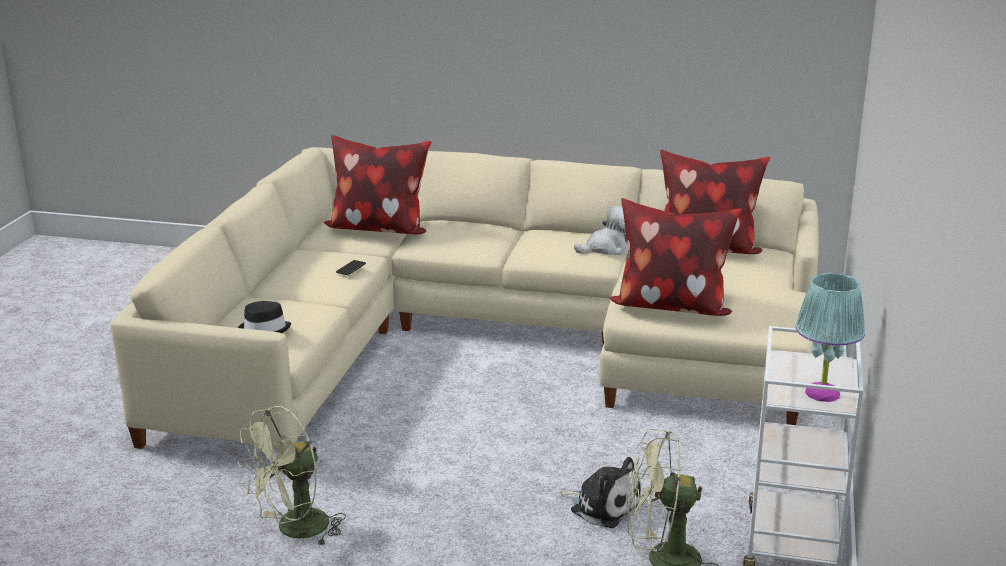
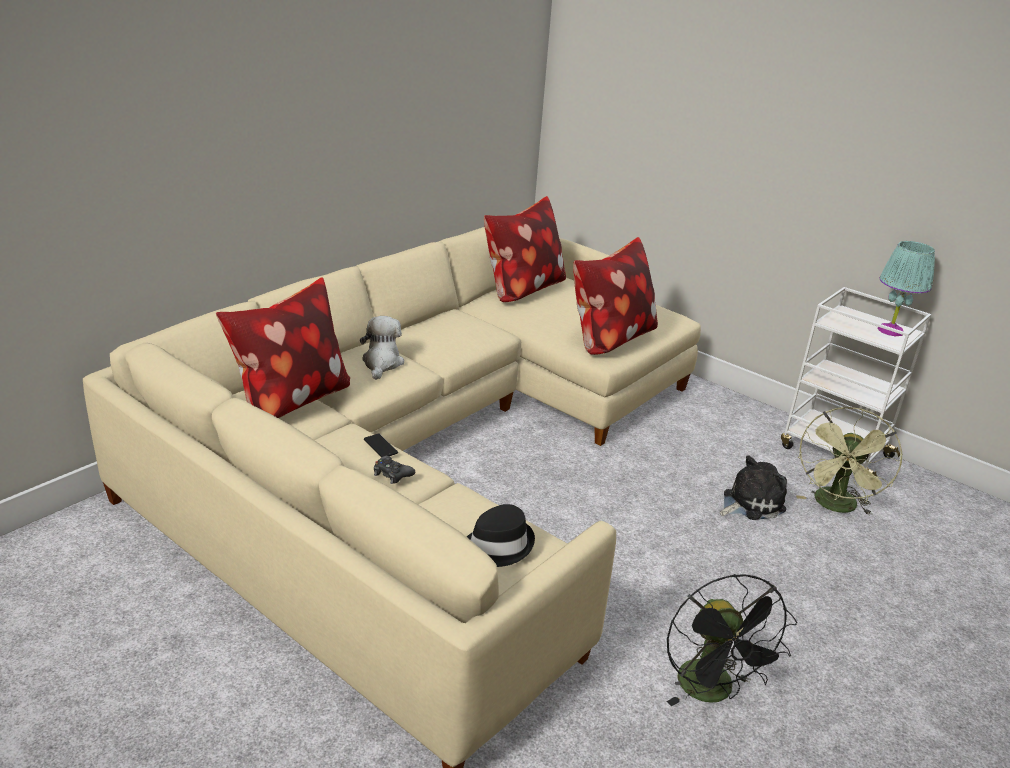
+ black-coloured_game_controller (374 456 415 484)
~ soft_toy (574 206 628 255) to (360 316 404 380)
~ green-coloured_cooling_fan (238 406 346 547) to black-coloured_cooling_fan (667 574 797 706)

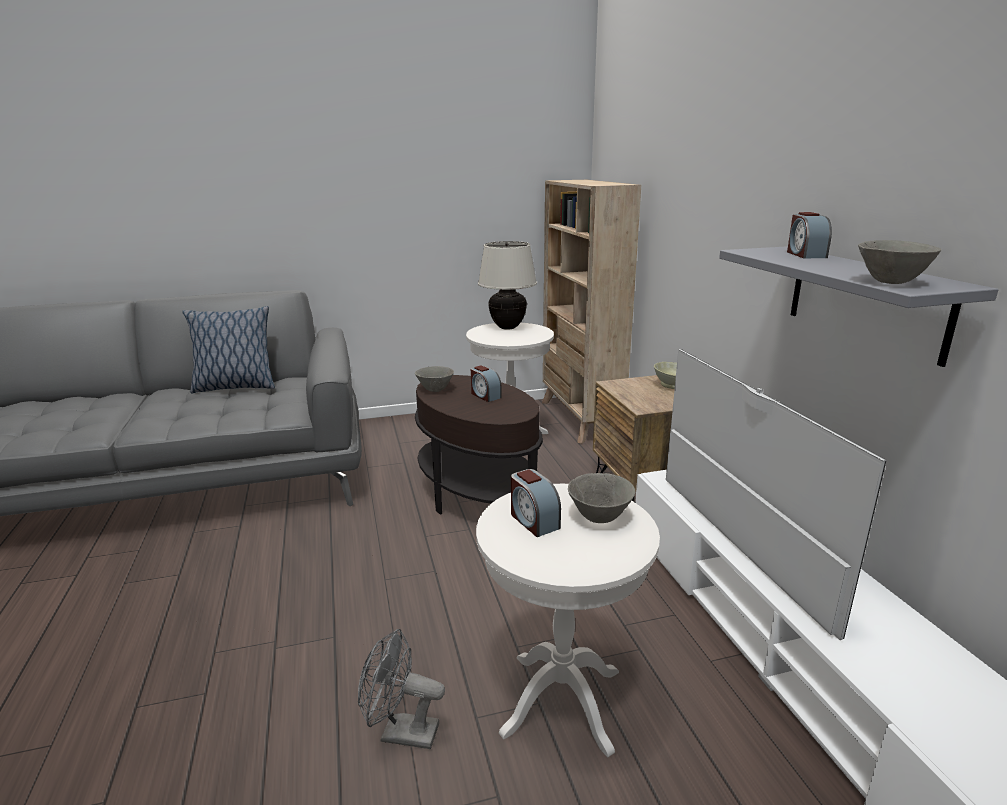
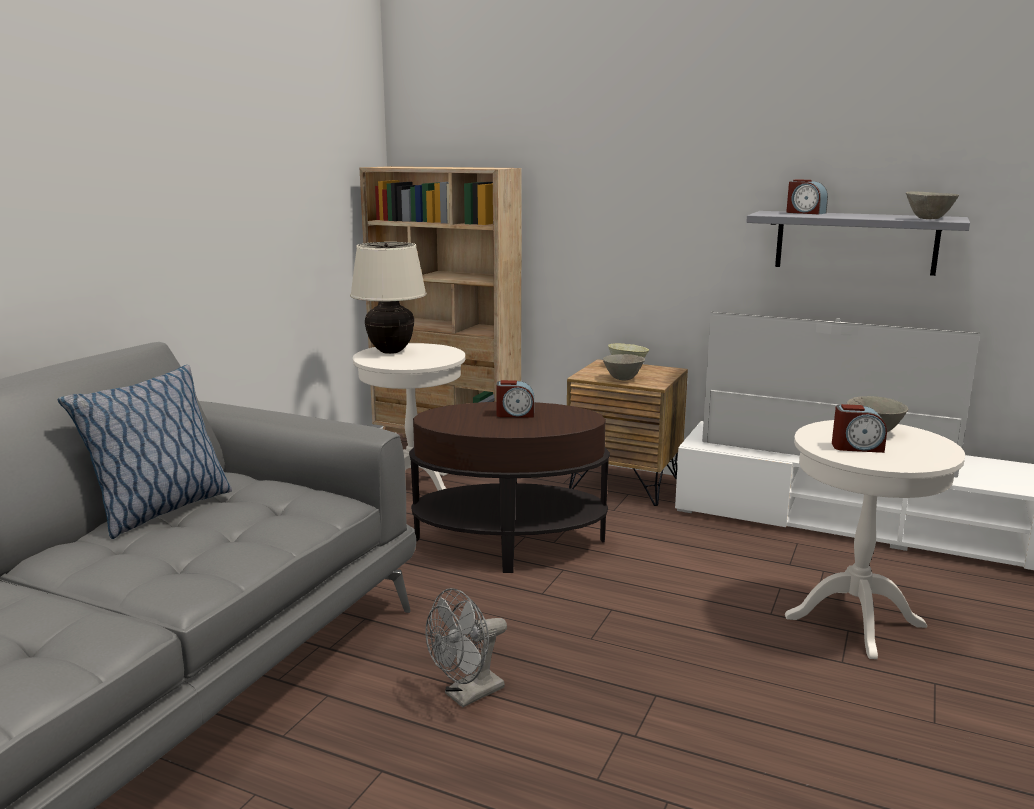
~ gray_cooling_fan (358 629 445 749) to (425 588 507 708)
~ gray_serving_bowl (415 366 454 392) to (603 354 645 380)

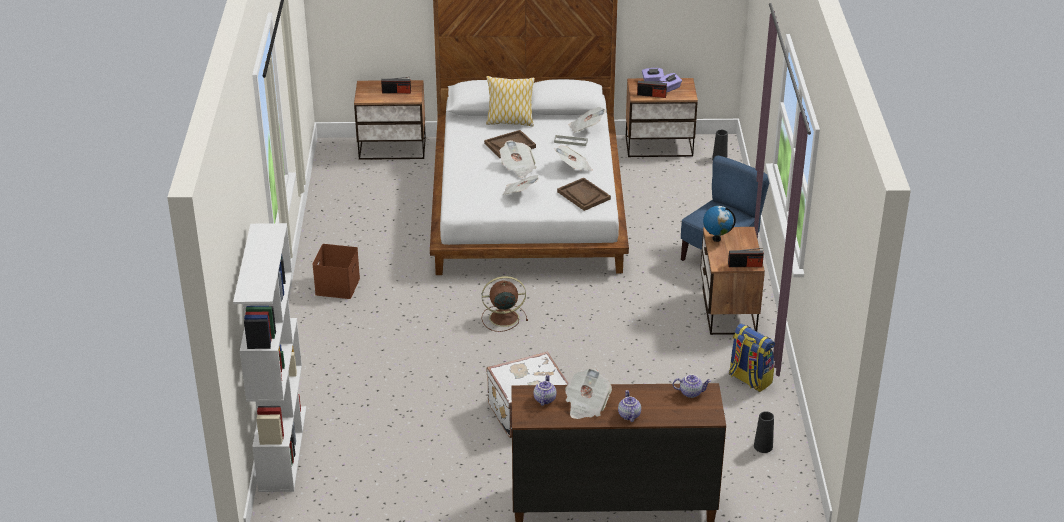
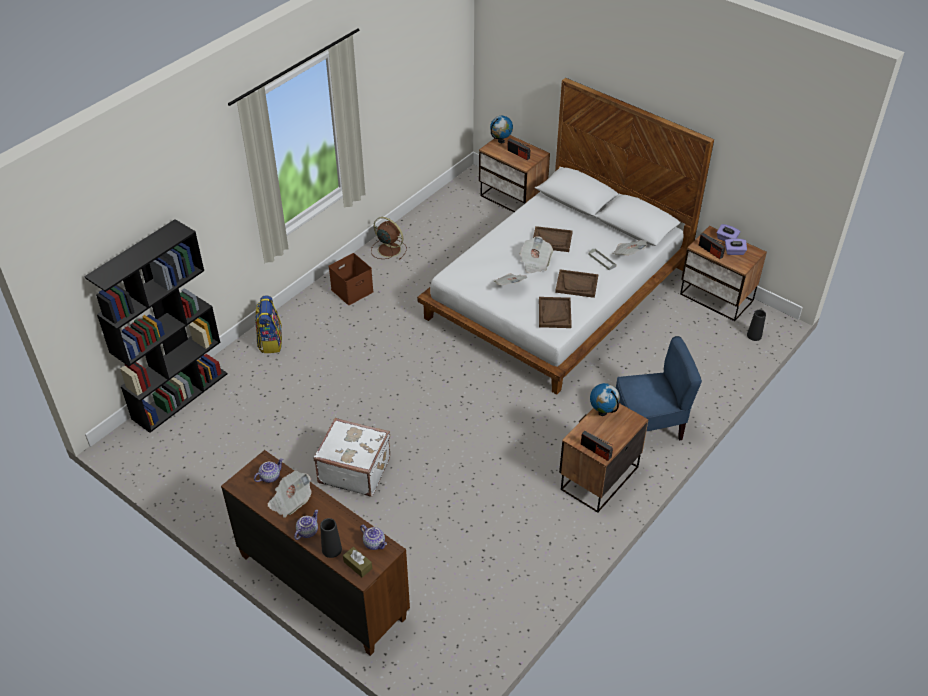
- pillow (486 76 535 127)
+ brown-coloured_tissue_box (343 547 372 577)
+ desk_globe (490 116 513 143)
~ brown-coloured_cooling_fan (482 276 528 332) to (371 217 407 260)
~ backpack (729 323 775 392) to (255 295 282 353)
~ black-coloured_flower_vase (754 411 774 453) to (320 518 342 558)
~ daily_paper (555 146 593 171) to brown-coloured_tray (555 269 598 298)
~ whitish_bookshelf (233 223 306 492) to black-coloured_bookshelf (84 219 227 433)

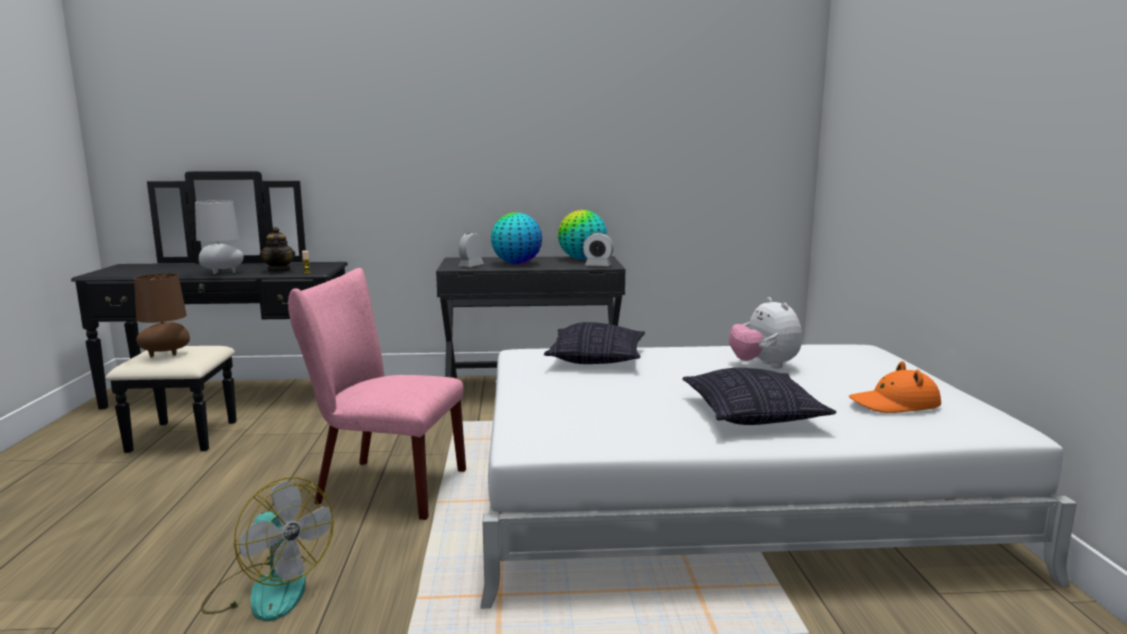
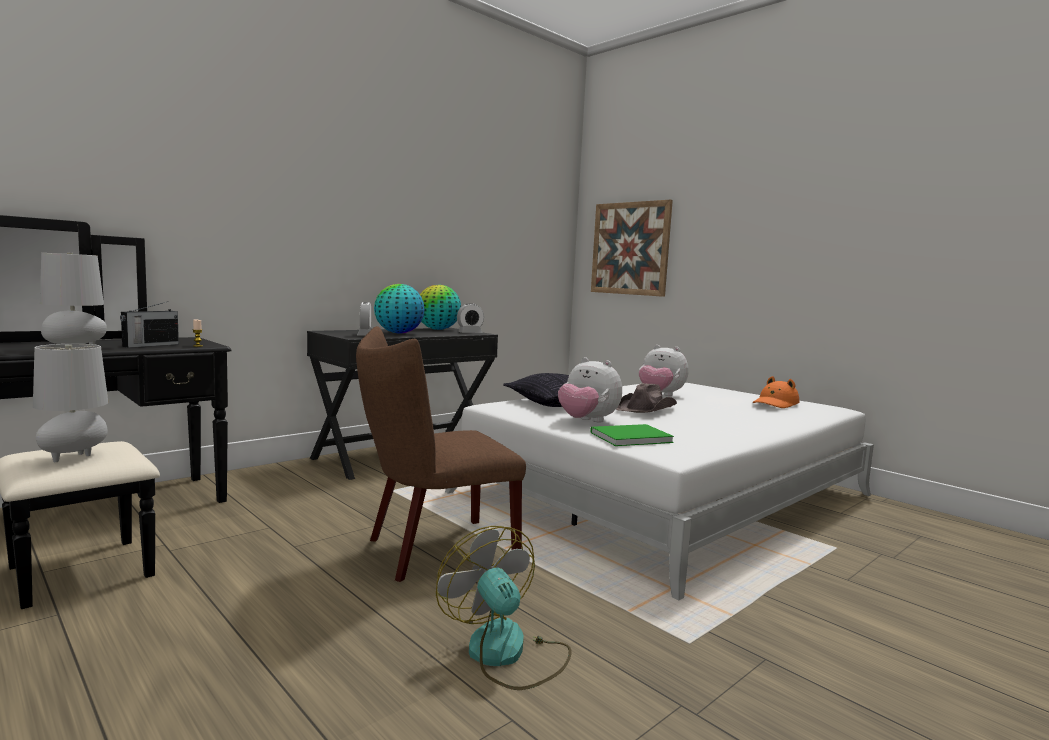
- pillow (682 368 836 425)
+ soft_toy (558 357 622 422)
+ green-coloured_volume (590 424 674 446)
+ wall_art (591 200 673 297)
+ brown-coloured_hat (616 383 677 413)
~ pot_for_tea (260 227 295 272) to radio_set (120 302 179 348)
~ brown-coloured_lamp_for_a_table (134 273 190 357) to gray_lamp_for_a_table (33 344 108 462)
~ pink-coloured_chair (288 268 466 520) to brown-coloured_chair (356 326 526 582)
~ cooling_fan (201 477 334 621) = (436 526 572 690) 120 degrees counterclockwise

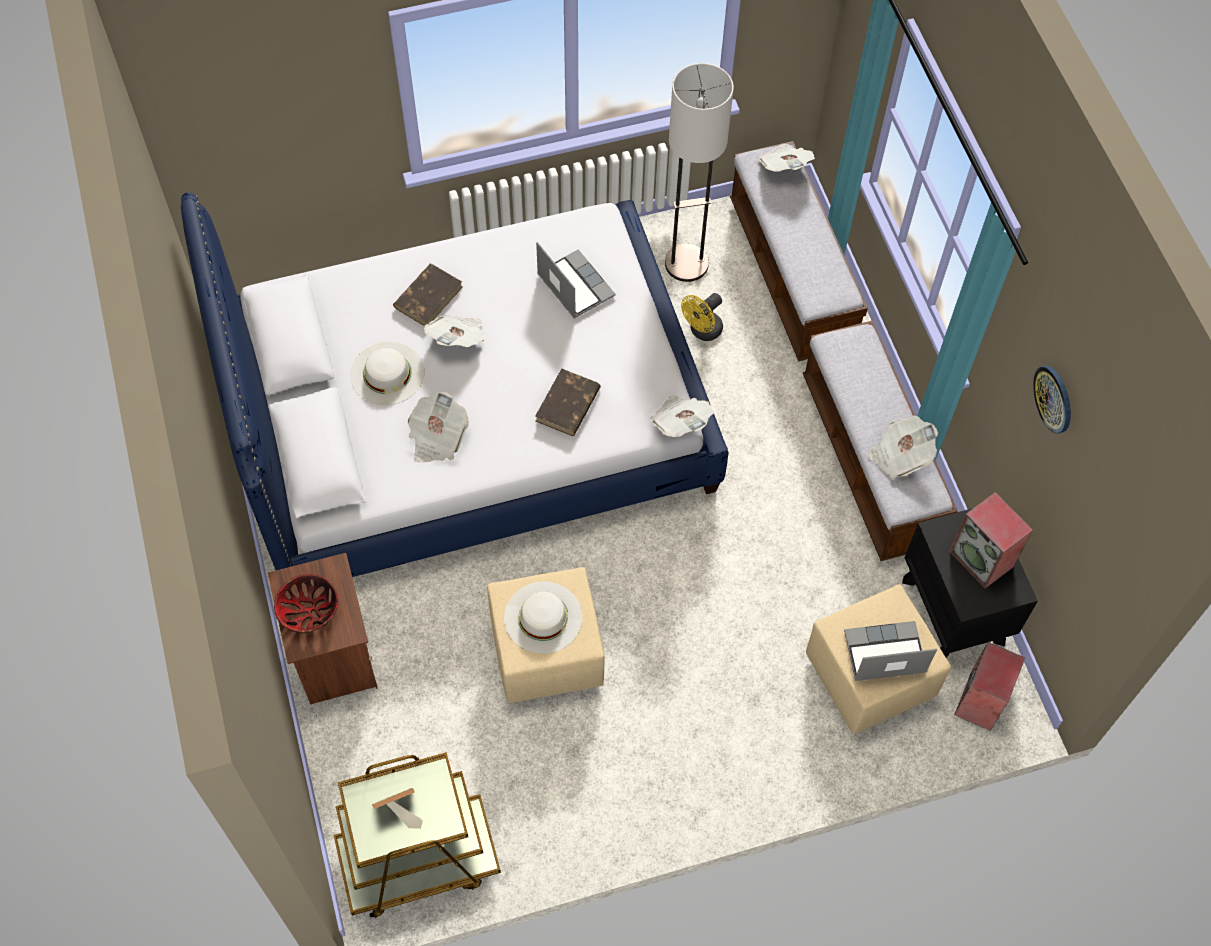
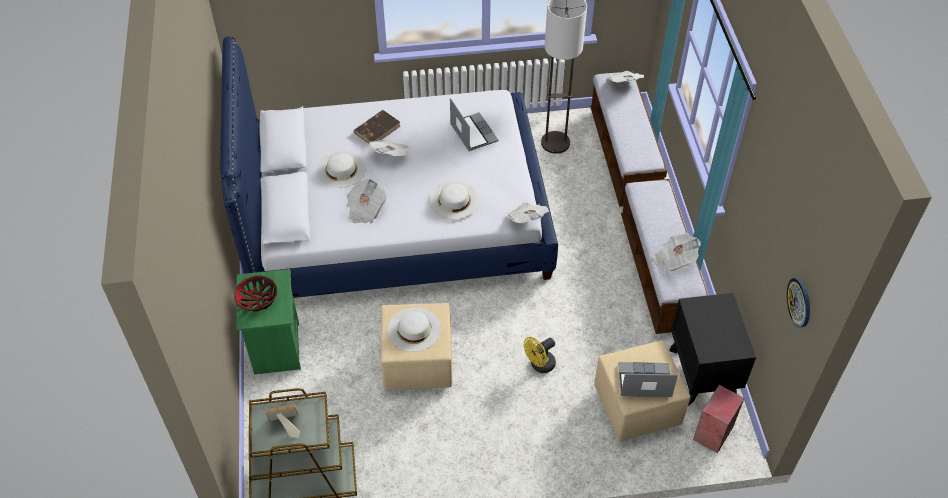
- loudspeaker (949 492 1033 589)
~ yellow_cooling_fan (681 293 723 341) to (524 337 556 373)
~ clock_on_the_wall (1033 366 1071 434) to (787 278 810 328)
~ brown-coloured_volume (535 369 601 436) to whitish_hat (429 182 479 220)
~ brown-coloured_nightstand (268 553 378 704) to green-coloured_nightstand (237 269 301 375)

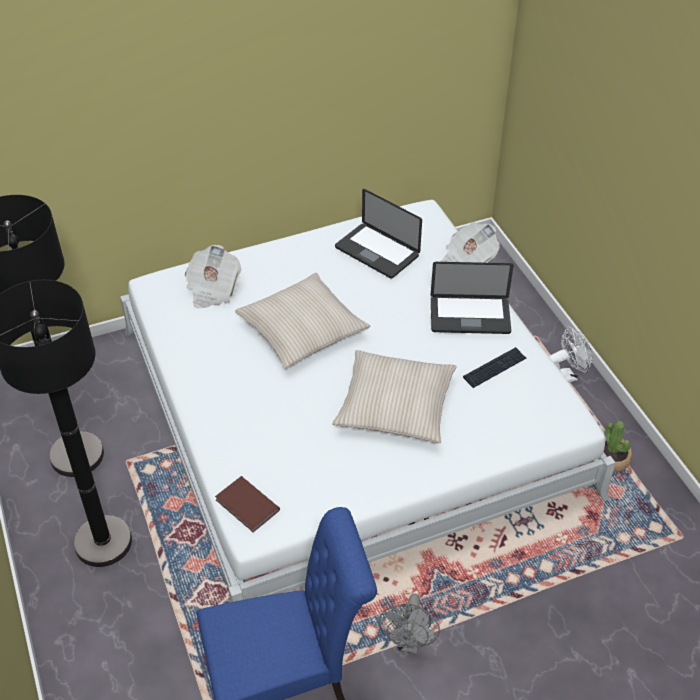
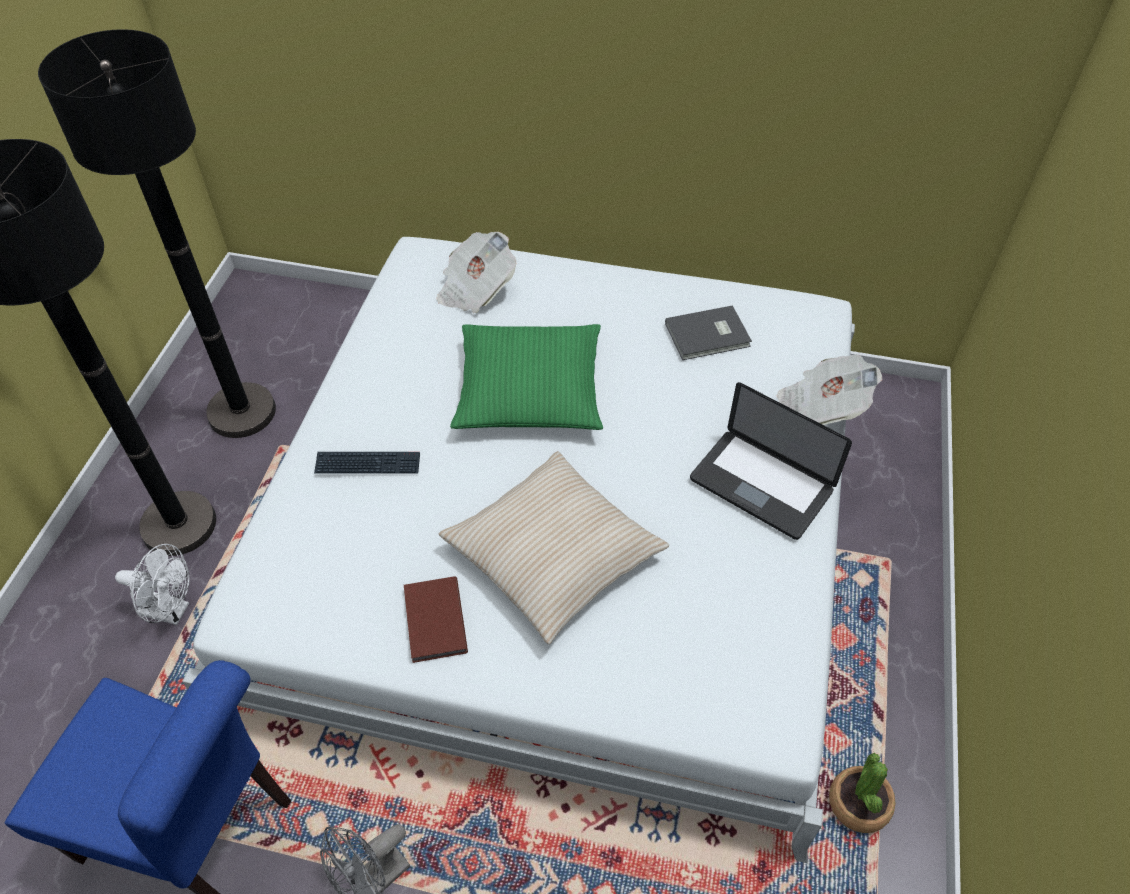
~ brown-coloured_volume (215 476 280 532) to (404 576 468 663)
~ keyboard (463 347 526 388) to (314 452 420 474)
~ whitish_cooling_fan (549 326 593 382) to (115 544 190 625)
~ portable_computer (335 189 422 279) to gray_volume (665 305 752 360)
~ beige_pillow (235 273 370 368) to green-coloured_pillow (450 324 603 430)

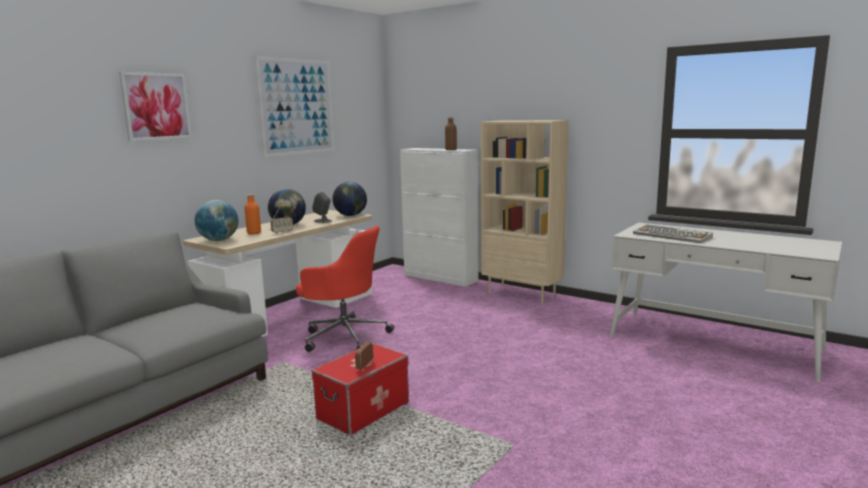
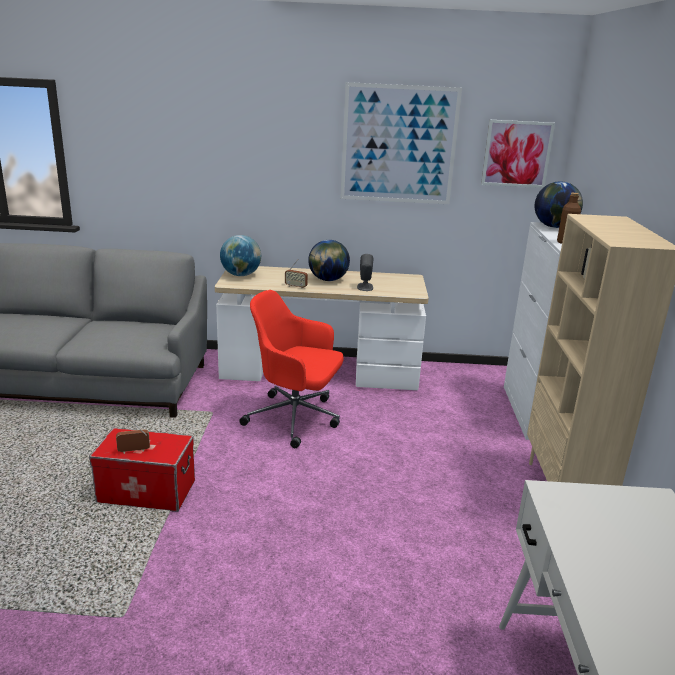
- orange-coloured_drink_bottle (244 194 261 234)
- keyboard (633 225 713 243)
~ wall_art (119 72 192 141) to (481 120 555 188)
~ desk_globe (332 182 367 216) to (535 181 583 228)
~ red-coloured_desk_chair (296 226 394 352) = (239 290 344 448) 120 degrees clockwise

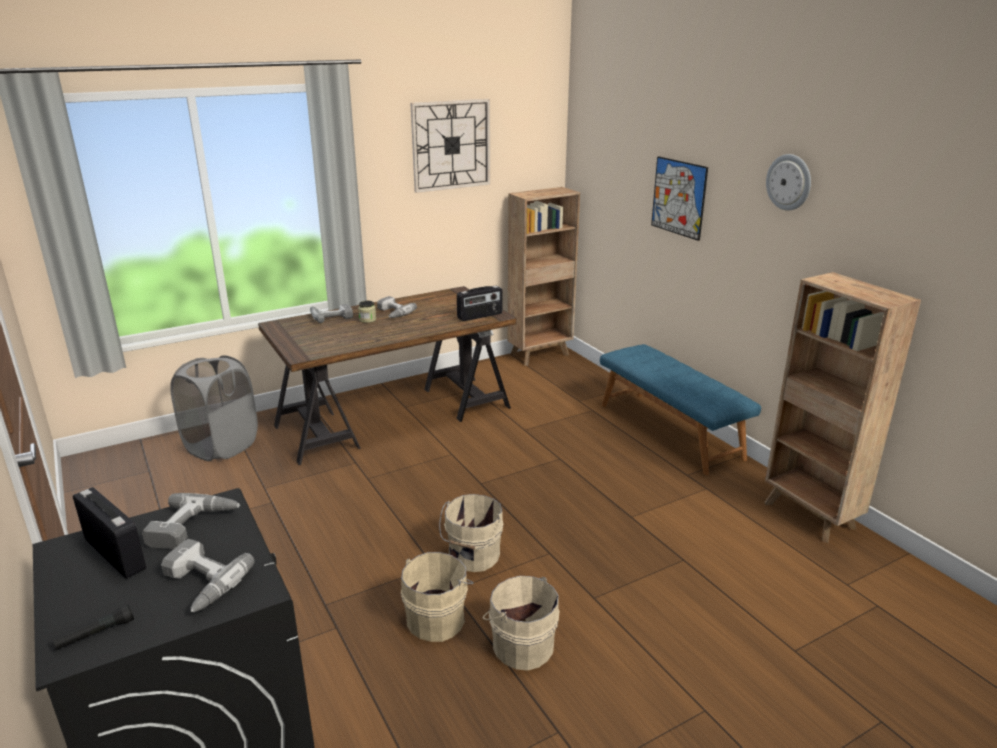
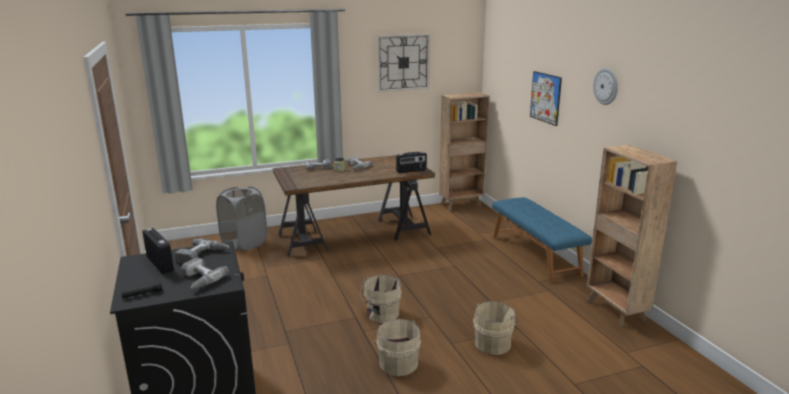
~ beige_bucket (401 552 474 642) to (474 301 519 355)

